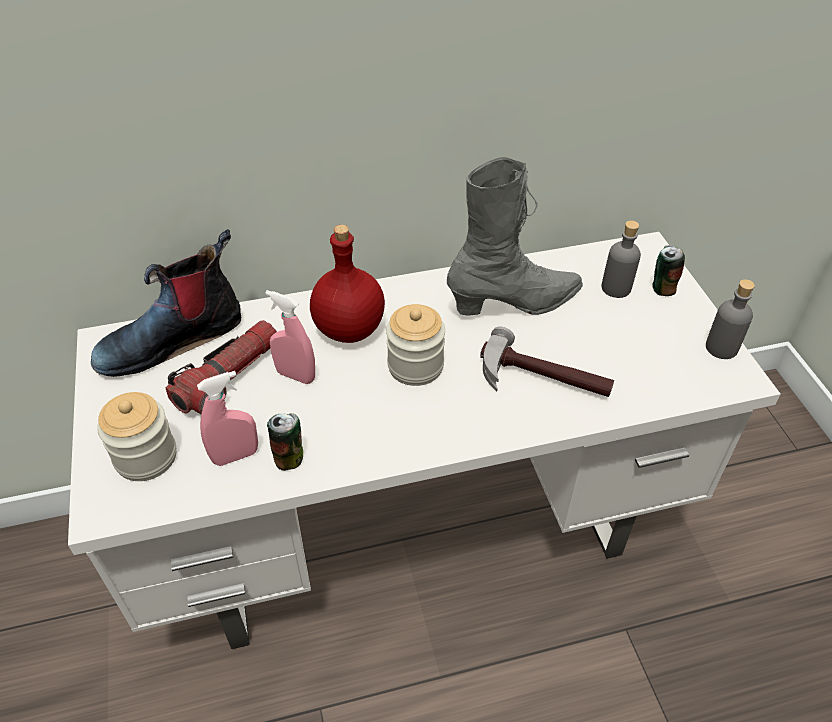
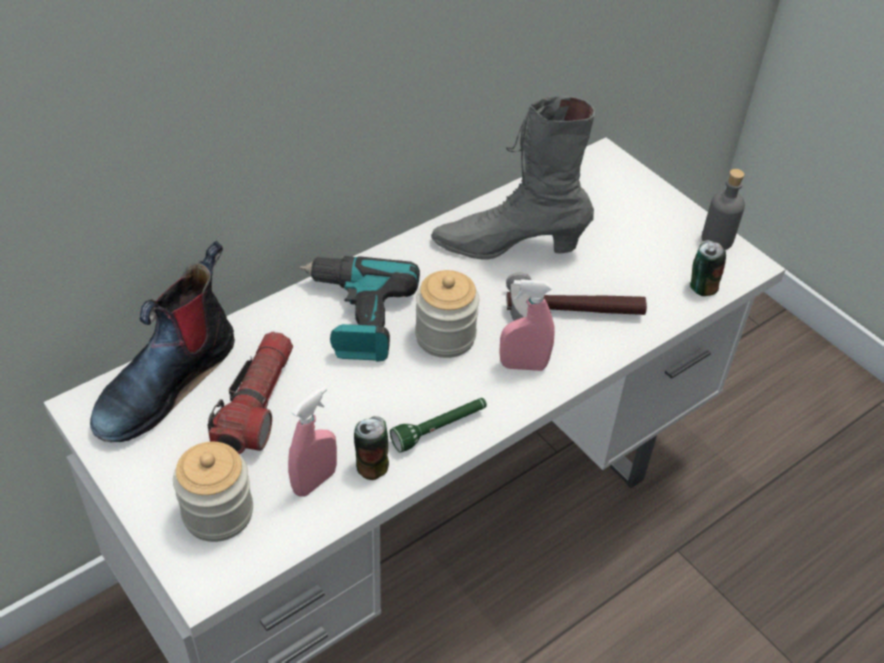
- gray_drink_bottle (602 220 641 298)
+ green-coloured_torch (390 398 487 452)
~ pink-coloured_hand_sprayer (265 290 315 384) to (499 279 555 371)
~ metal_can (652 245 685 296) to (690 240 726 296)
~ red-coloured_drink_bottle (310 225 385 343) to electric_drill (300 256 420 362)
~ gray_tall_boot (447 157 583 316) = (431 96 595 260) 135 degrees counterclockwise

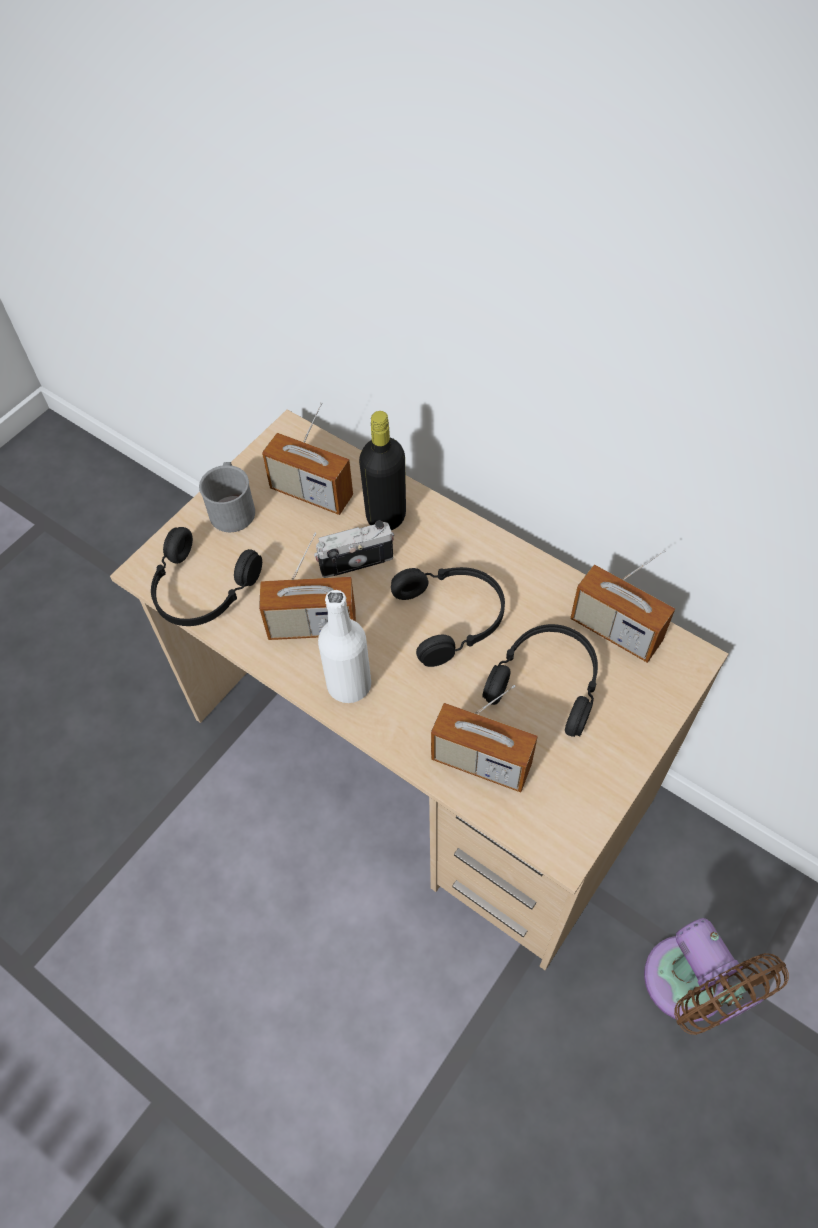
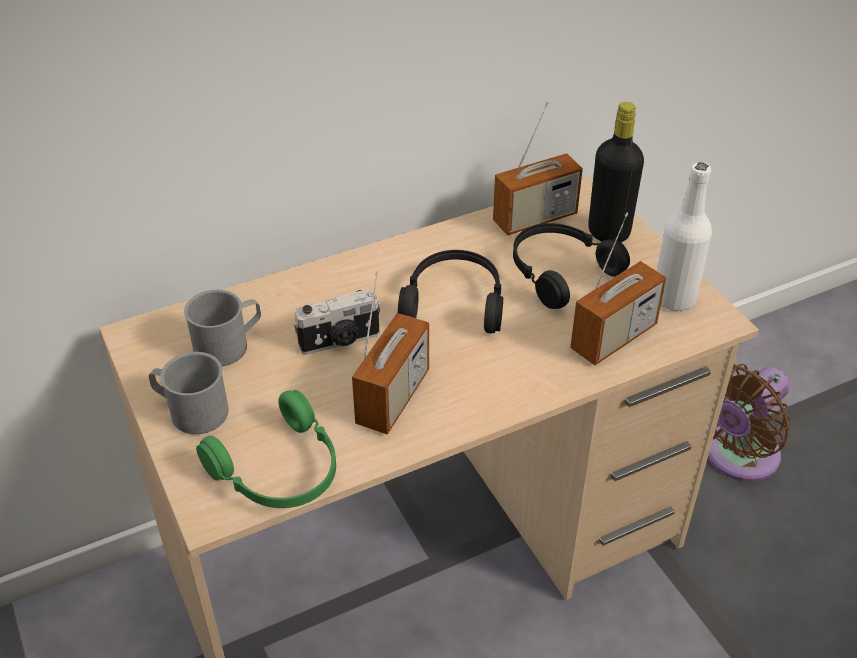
~ whitish_drink_bottle (318 590 371 703) to (657 162 712 311)
~ black-coloured_drink_bottle (359 411 406 530) to (588 102 644 242)
~ radio_set (262 402 353 515) to gray_mug (184 290 261 366)
~ black-coloured_headphones (151 527 262 626) to green-coloured_headphones (196 390 336 508)
~ still_camera (314 520 395 578) = (293 289 381 355) 120 degrees counterclockwise
~ brown-coloured_cooling_fan (644 918 789 1035) = (708 364 791 482) 135 degrees clockwise

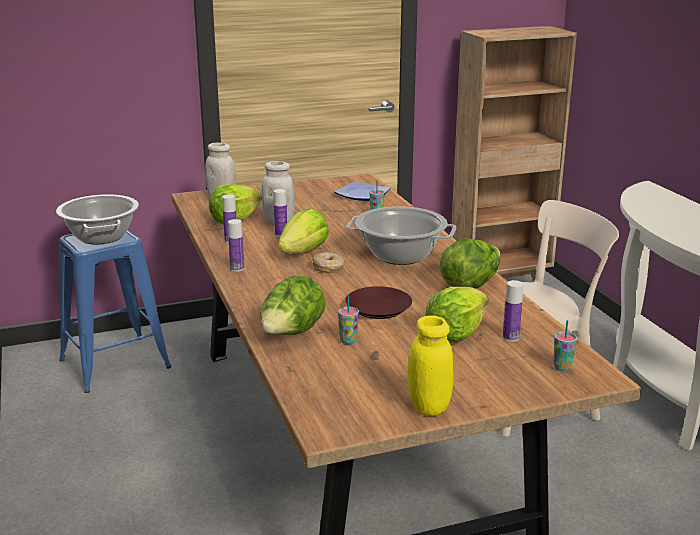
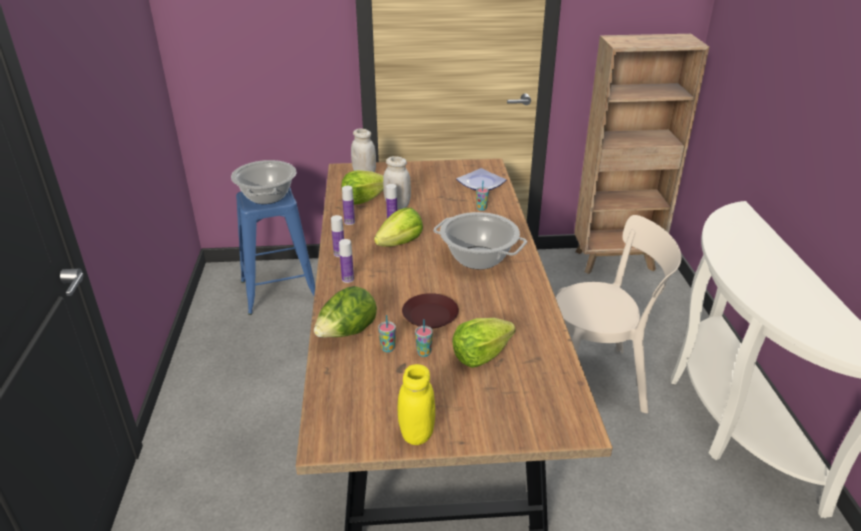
- donut (312 252 344 273)
- lettuce_head (440 238 501 289)
~ drink_bottle (503 280 523 342) to (339 239 354 283)
~ cup (554 320 577 372) to (415 319 433 357)

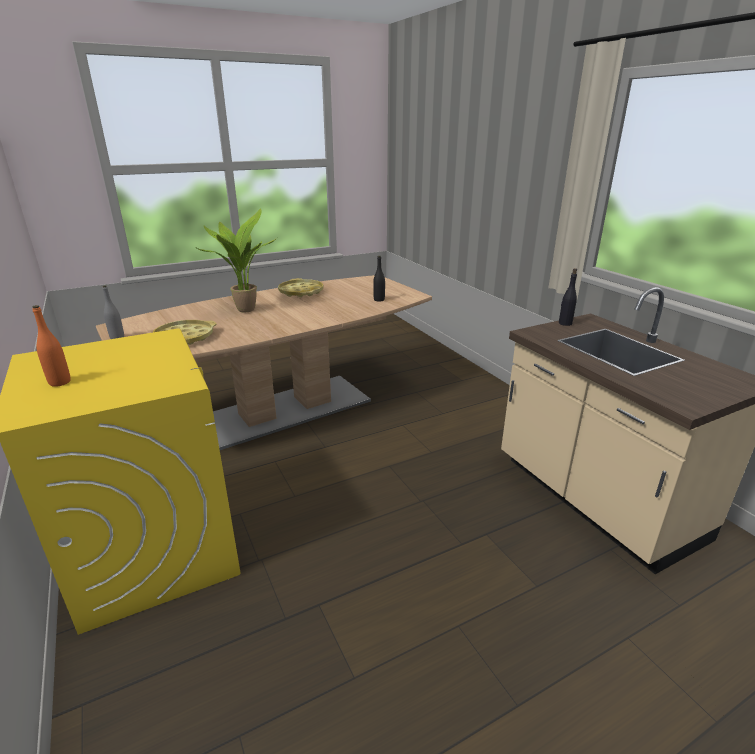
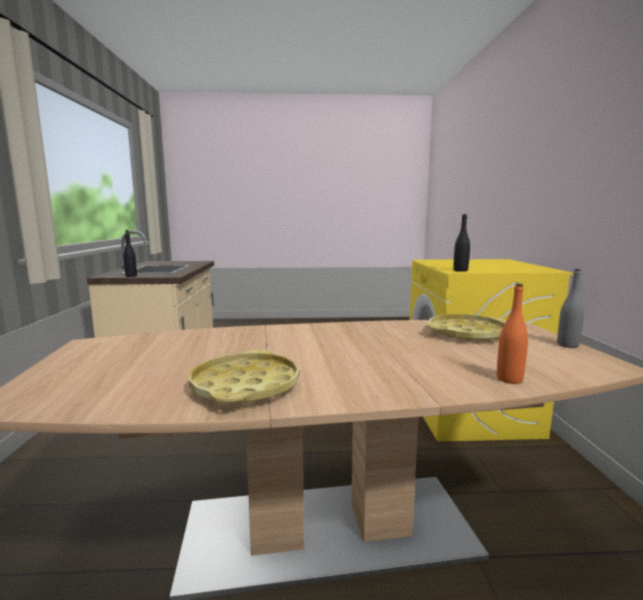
- houseplant (195 208 277 312)
~ orange-coloured_drink_bottle (32 305 71 387) to (497 284 528 384)
~ black-coloured_drink_bottle (373 256 385 302) to (453 214 470 272)

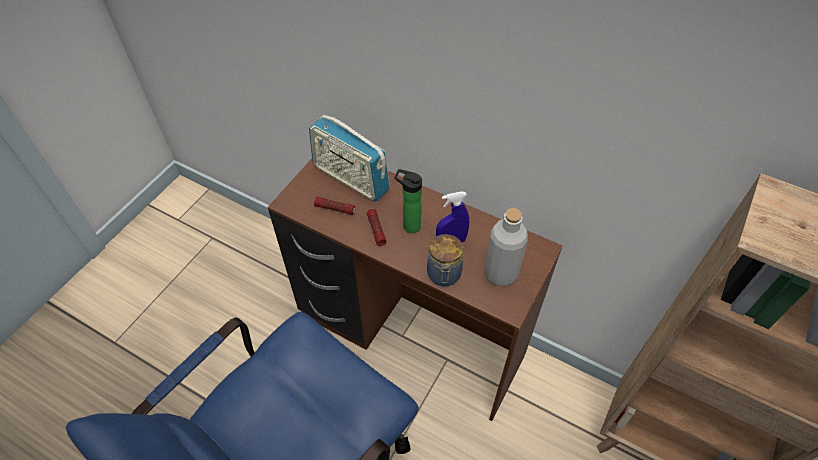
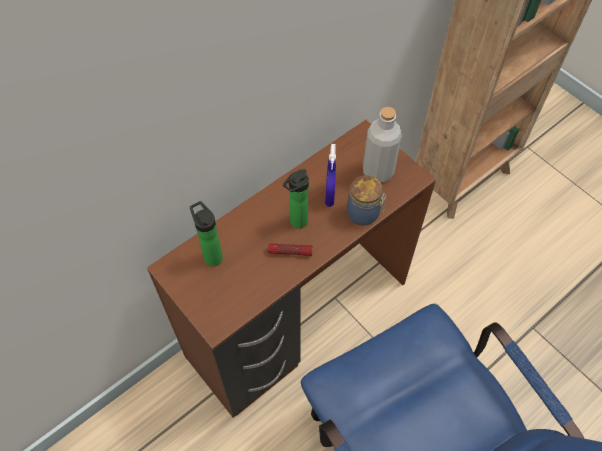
- torch (314 197 356 215)
~ radio_set (309 115 390 202) to drink_bottle (190 201 223 266)

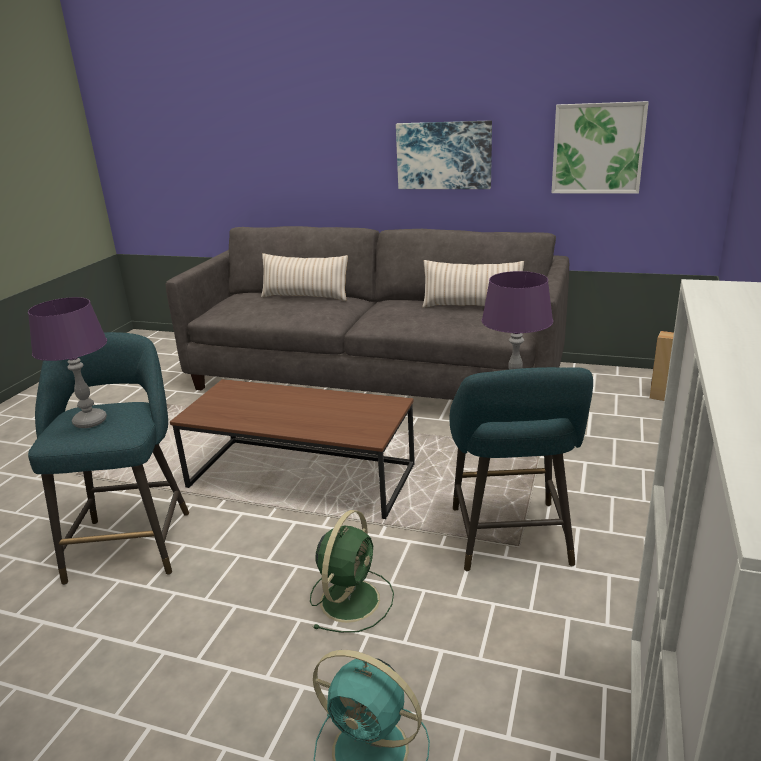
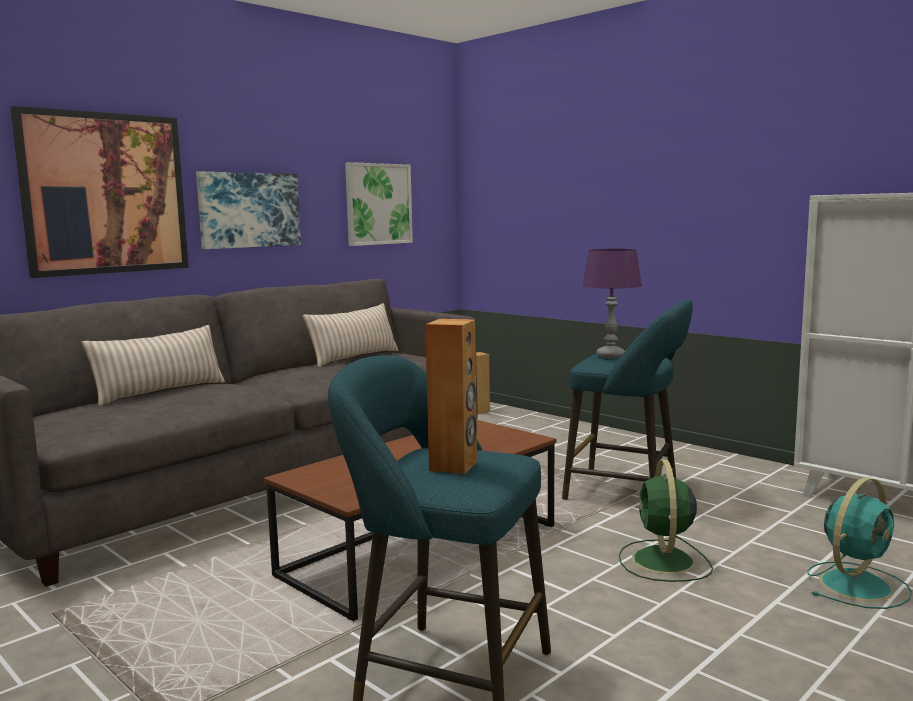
+ wall_art (11 106 189 278)
~ purplish_lamp_for_a_table (28 297 107 428) to brown-coloured_loudspeaker (425 319 477 474)
~ green-coloured_cooling_fan (310 510 394 633) = (619 459 713 582) 135 degrees counterclockwise

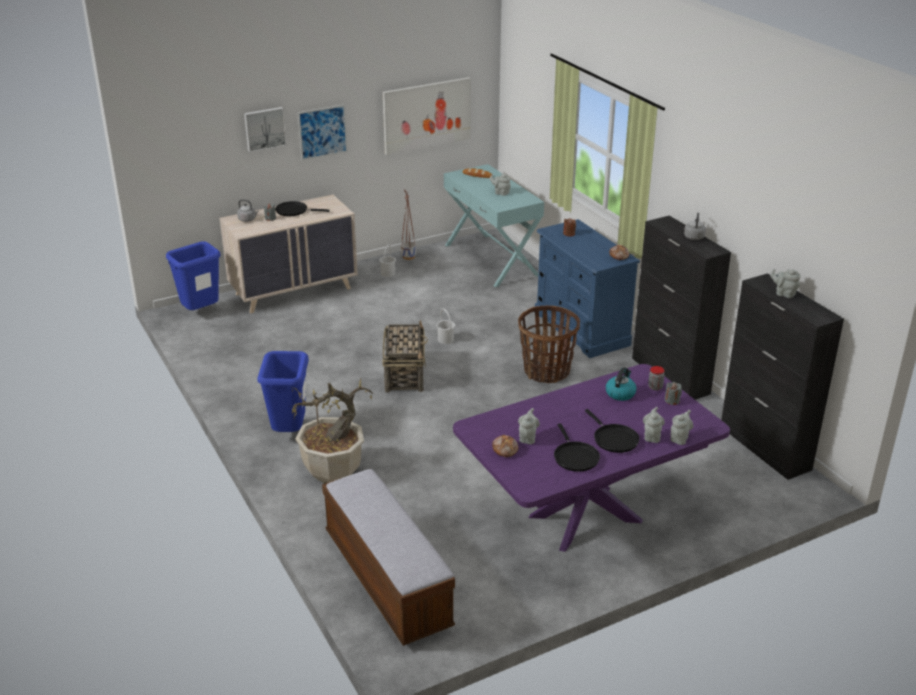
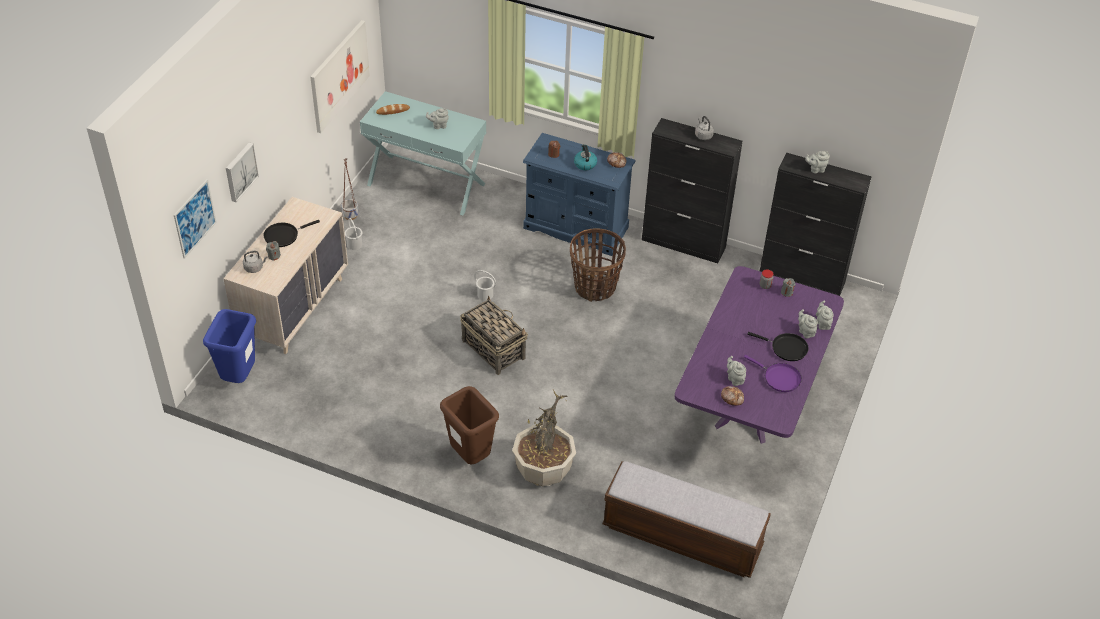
~ wall_art (298 104 348 161) to (174 179 217 259)
~ kettle (606 367 637 401) to (574 145 597 170)
~ blue_waste_bin (257 351 309 432) to brown-coloured_waste_bin (440 386 499 464)
~ black-coloured_frying_pan (554 423 600 472) to purplish_frying_pan (744 355 802 392)

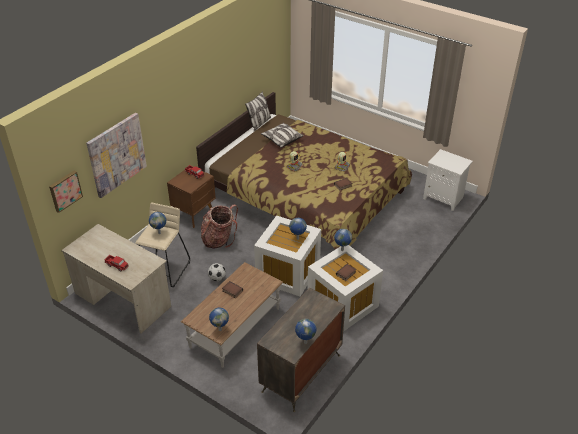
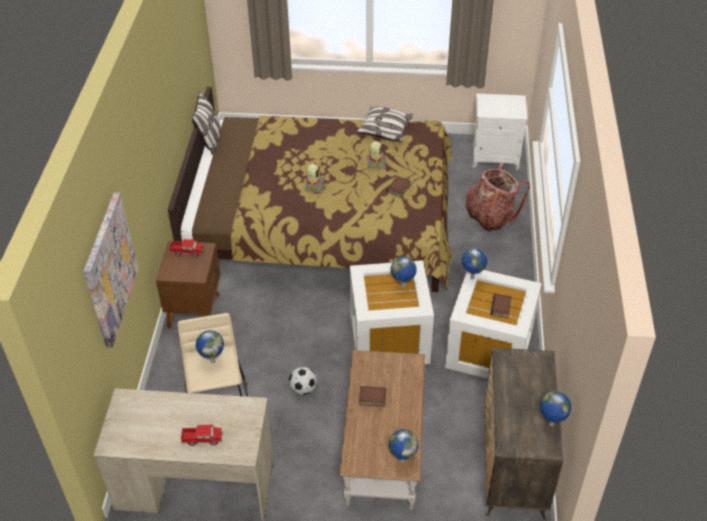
- wall_art (49 171 83 213)
~ backpack (201 204 238 249) to (466 162 530 231)
~ pillow (261 123 304 148) to (357 106 413 142)

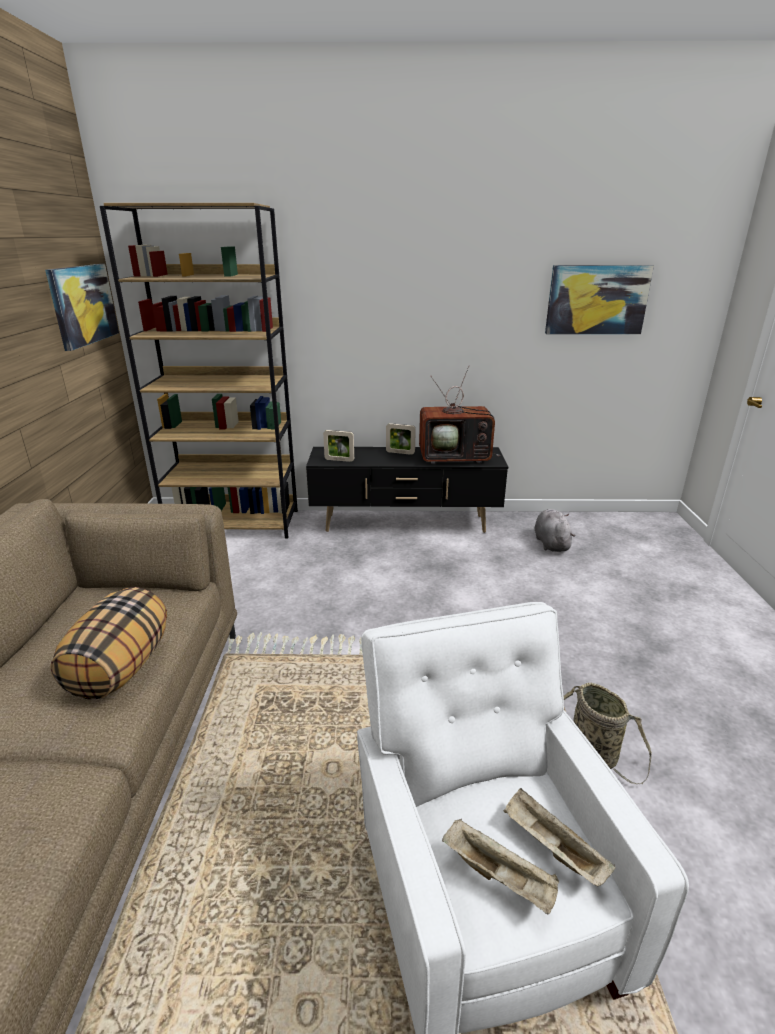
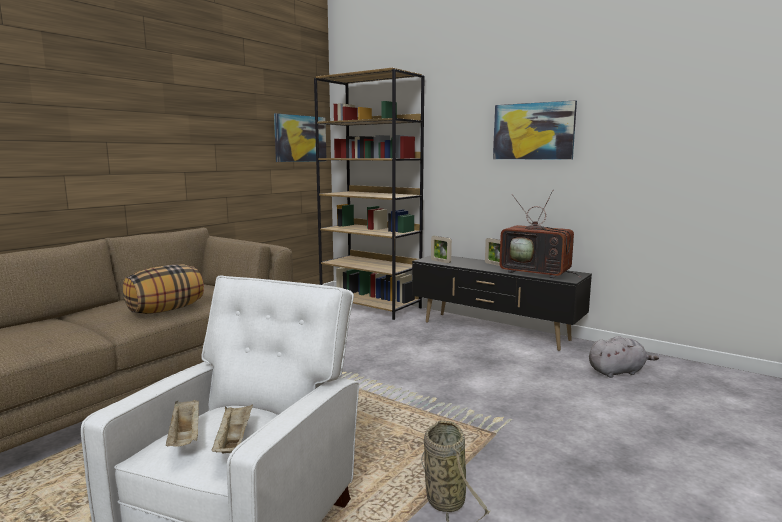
~ wall_art (545 265 654 334) to (493 100 577 160)
~ gray_soft_toy (535 509 576 552) = (589 336 659 378) 45 degrees clockwise

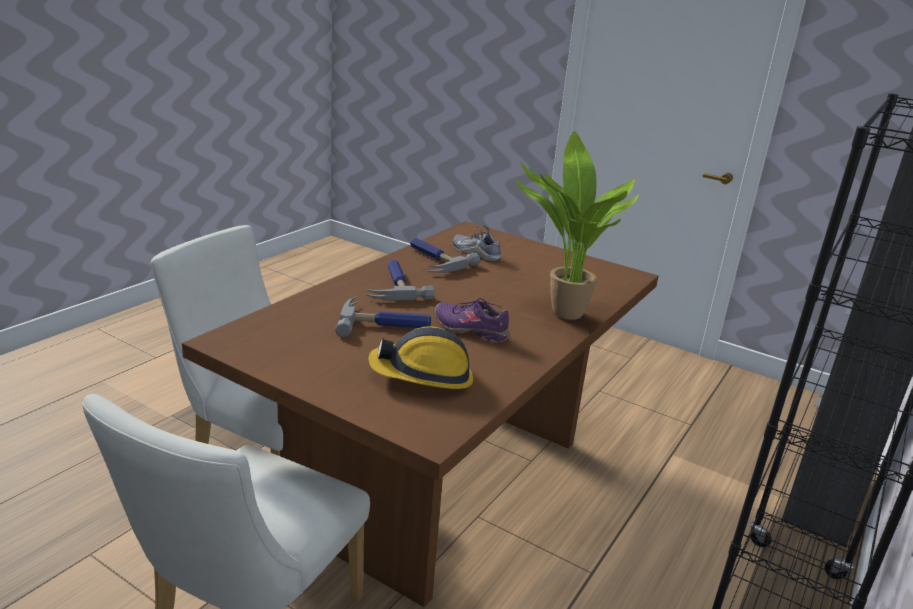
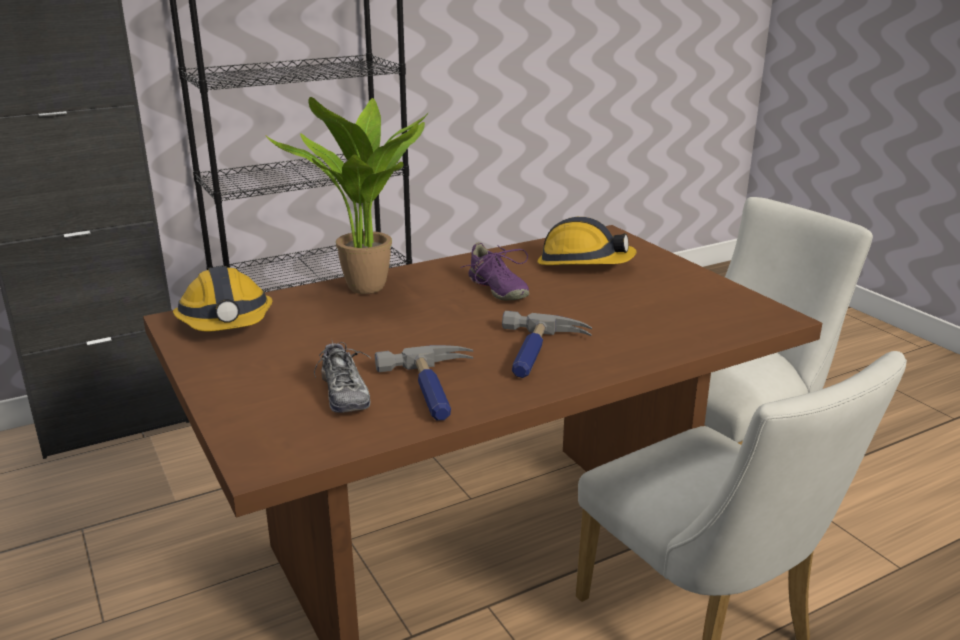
- tool_hammer (335 297 431 337)
+ work_helmet (173 266 272 332)

